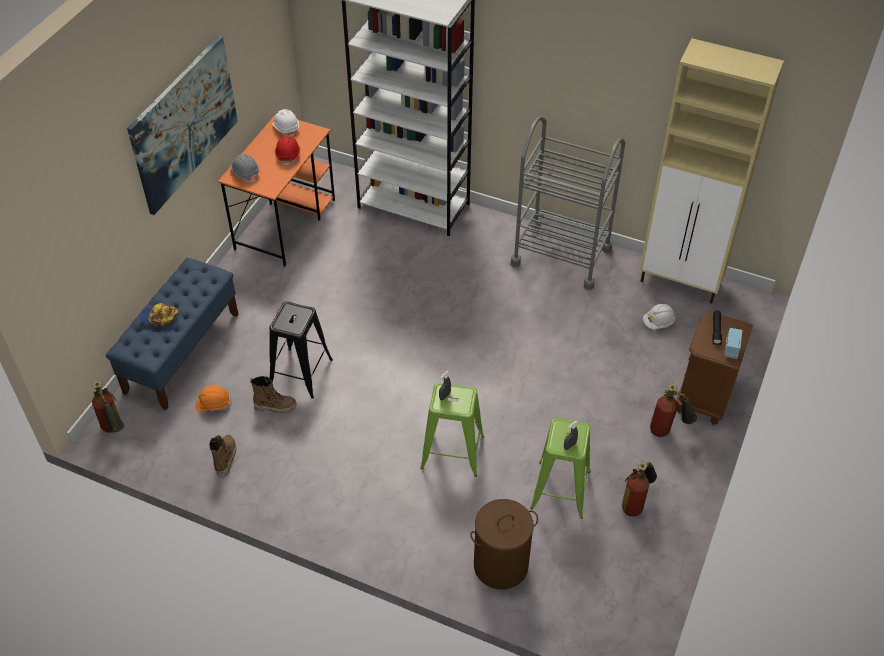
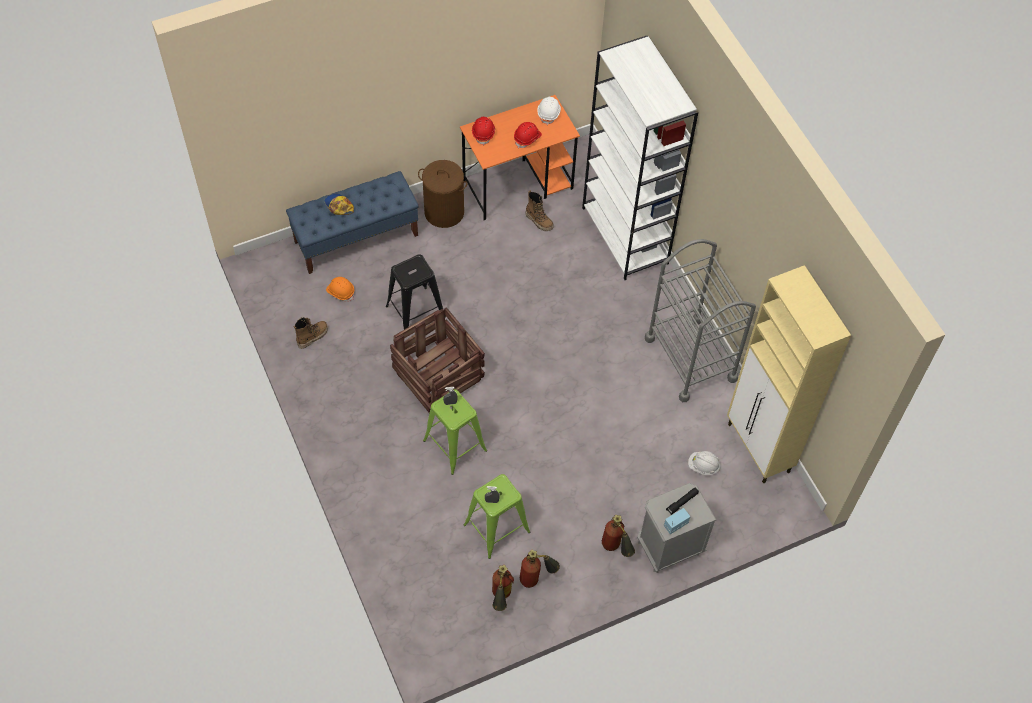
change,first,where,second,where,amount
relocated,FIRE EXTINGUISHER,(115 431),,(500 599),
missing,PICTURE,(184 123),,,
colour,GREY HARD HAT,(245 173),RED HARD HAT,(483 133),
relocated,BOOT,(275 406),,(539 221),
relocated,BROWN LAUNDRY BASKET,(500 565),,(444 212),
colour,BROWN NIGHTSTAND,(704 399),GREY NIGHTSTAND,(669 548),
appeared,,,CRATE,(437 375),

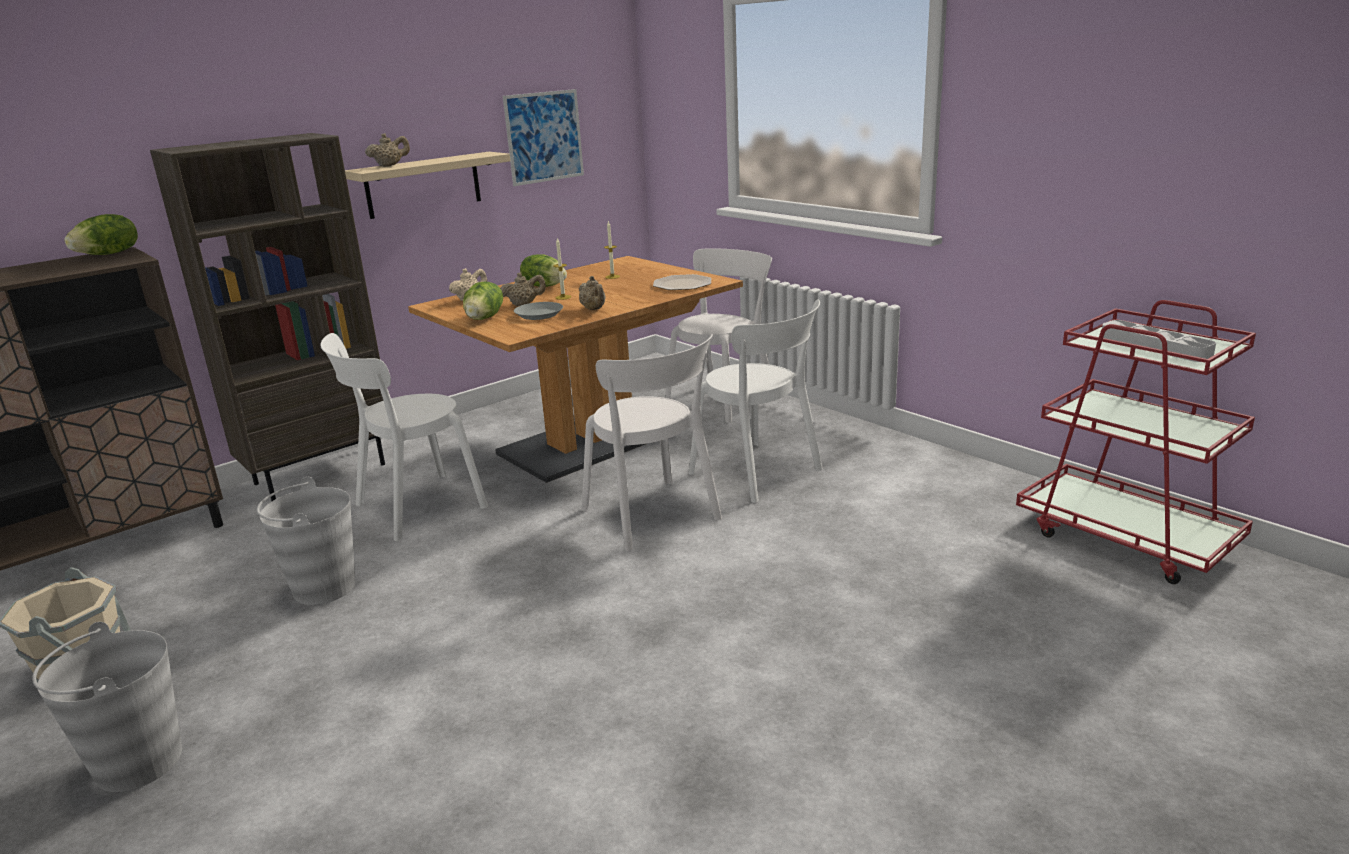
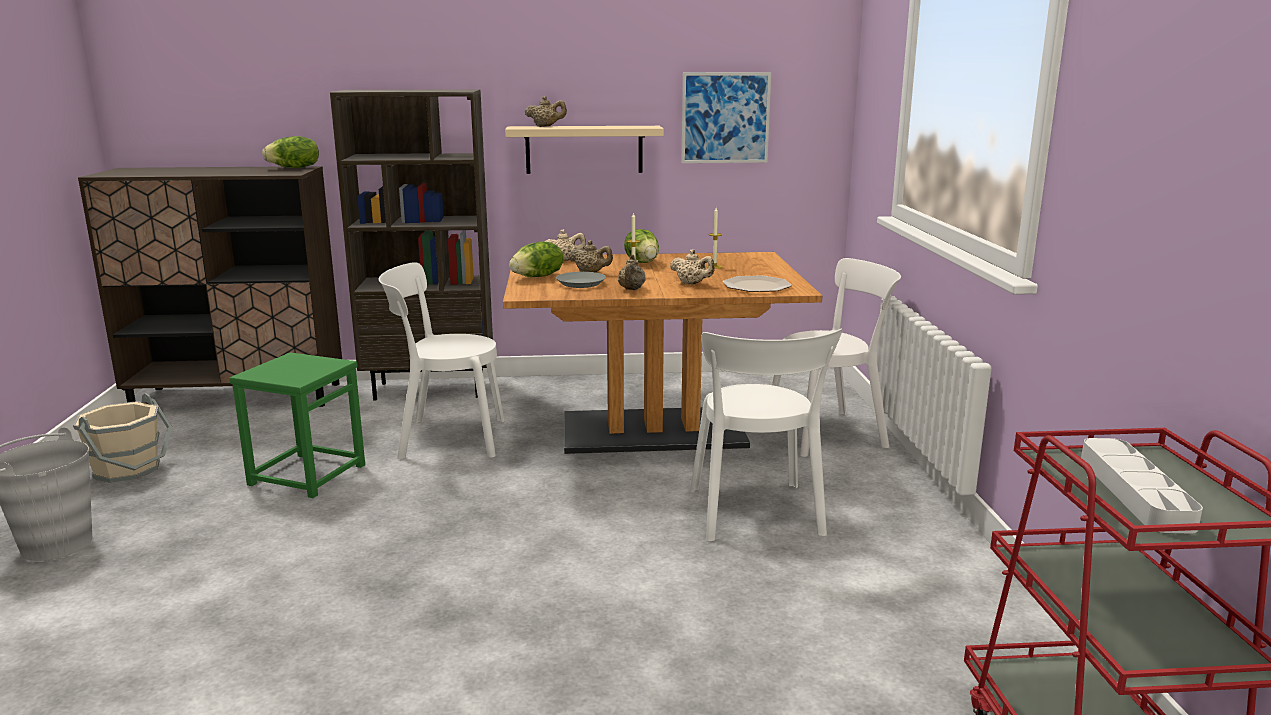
change,first,where,second,where,amount
exchanged,GREY BUCKET,(323 588),GREEN STOOL,(307 474),
missing,WHITE CHAIR,(653 516),,,
appeared,,,BEIGE TEAPOT,(692 284),

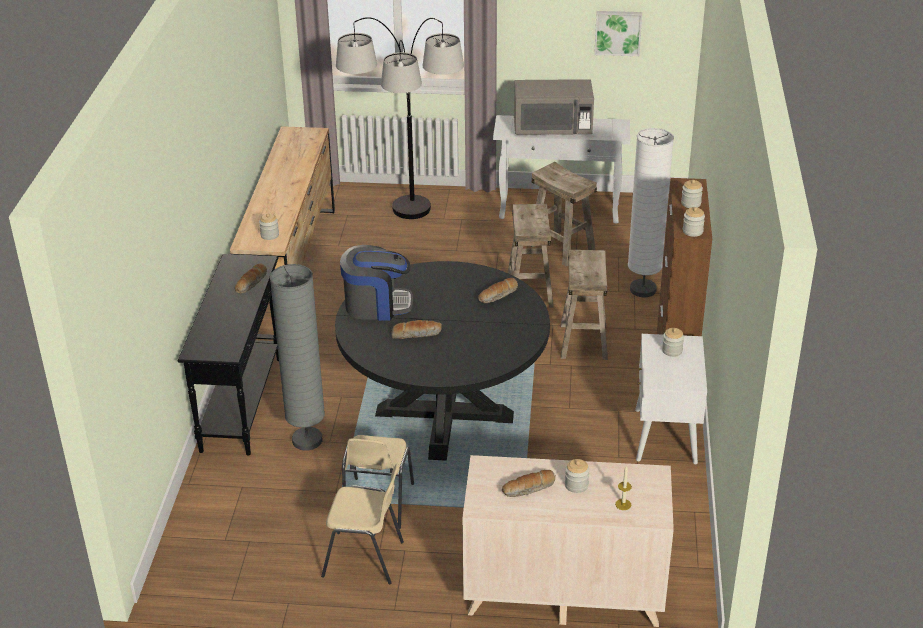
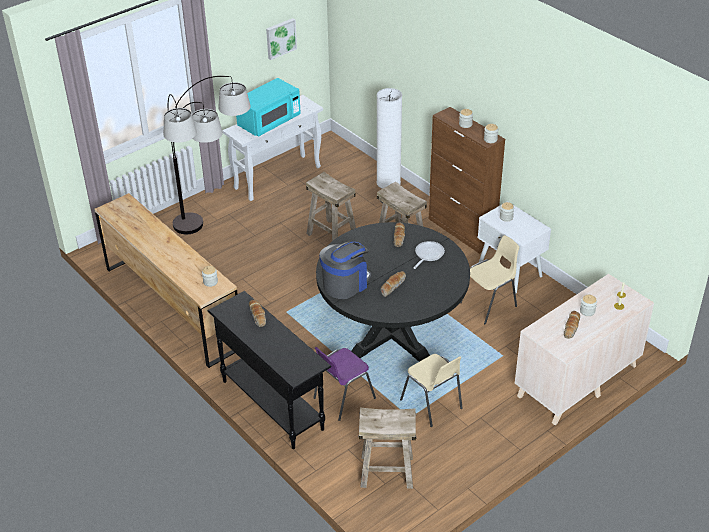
change,first,where,second,where,amount
exchanged,GREY FLOOR LAMP,(307 440),PURPLE CHAIR,(342 398),
relocated,BEIGE CHAIR,(365 559),,(490 304),
colour,GREY MICROWAVE,(552 128),TURQUOISE MICROWAVE,(269 122),
relocated,BEIGE STOOL,(561 247),,(386 472),
appeared,,,FRYING PAN,(428 255),

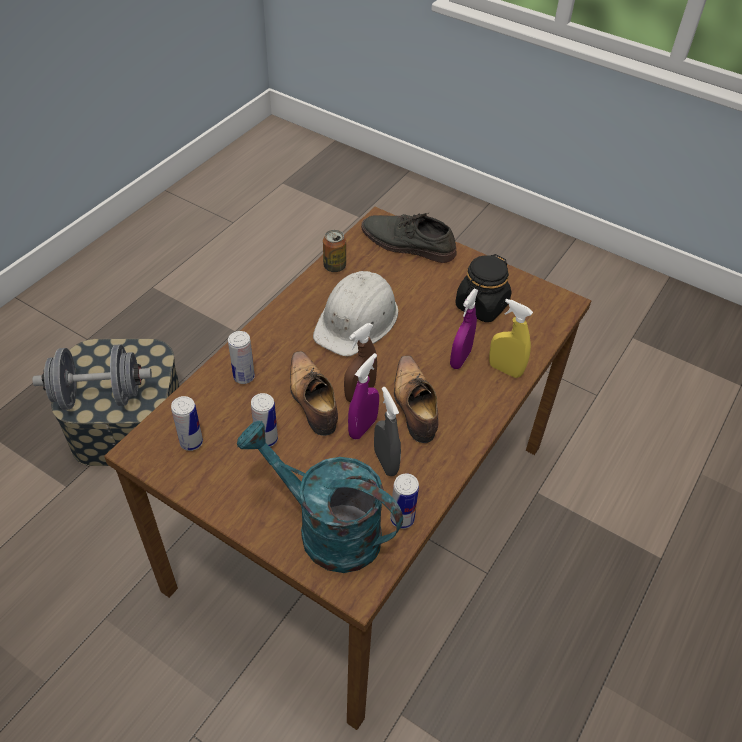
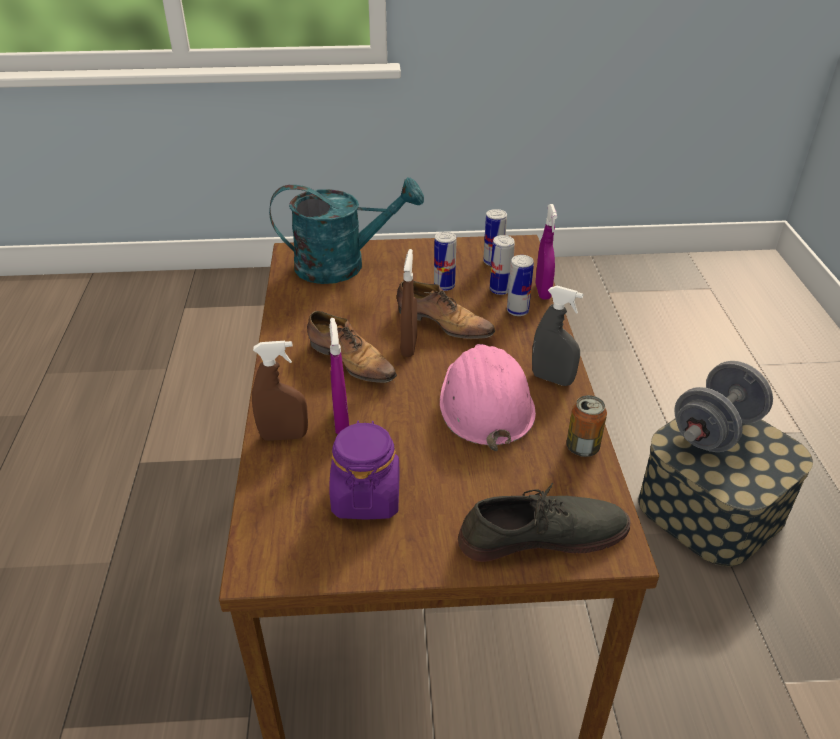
change,first,where,second,where,amount
colour,WHITE HARD HAT,(357 320),PINK HARD HAT,(484 404),
relocated,PURPLE SPRAY BOTTLE,(363 427),,(543 291),
relocated,GREY SPRAY BOTTLE,(385 462),,(552 379),
relocated,CAN,(402 519),,(500 290),
colour,BLACK JAR,(481 306),PURPLE JAR,(366 497),
colour,YELLOW SPRAY BOTTLE,(505 369),BROWN SPRAY BOTTLE,(284 436),

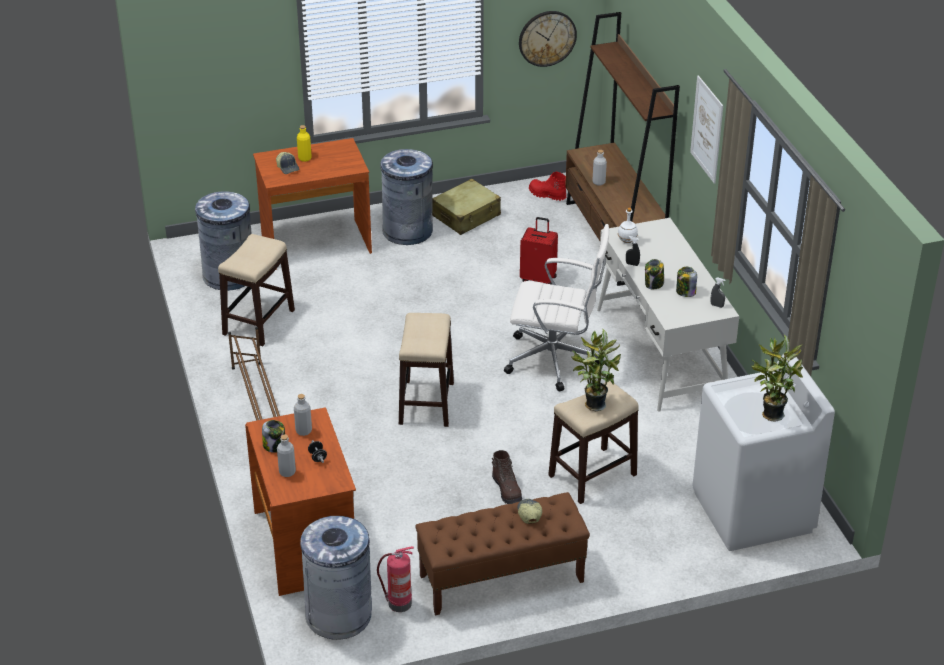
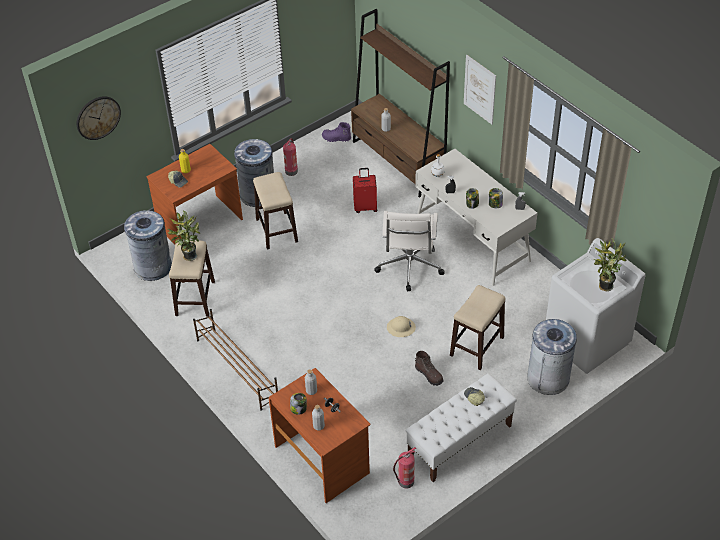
change,first,where,second,where,amount
relocated,GREY TRASH CAN,(339 615),,(548 378),
relocated,STOOL,(426 403),,(276 230),
colour,BROWN BENCH,(501 579),WHITE BENCH,(459 441),
exchanged,BEIGE SUITCASE,(466 216),FIRE EXTINGUISHER,(291 170),
spun,WHITE OFFICE CHAIR,(555 360),,(409 267),105 degrees clockwise
relocated,WALL CLOCK,(547 38),,(98 117),
colour,RED BOOT,(547 195),PURPLE BOOT,(336 138),
relocated,POTTED PLANT,(593 404),,(188 256),
appeared,,,BEIGE HARD HAT,(401 328),

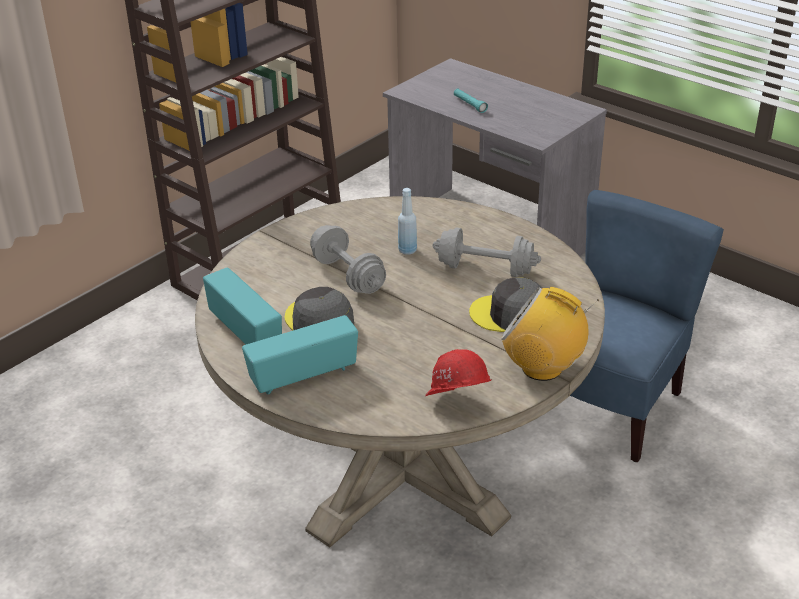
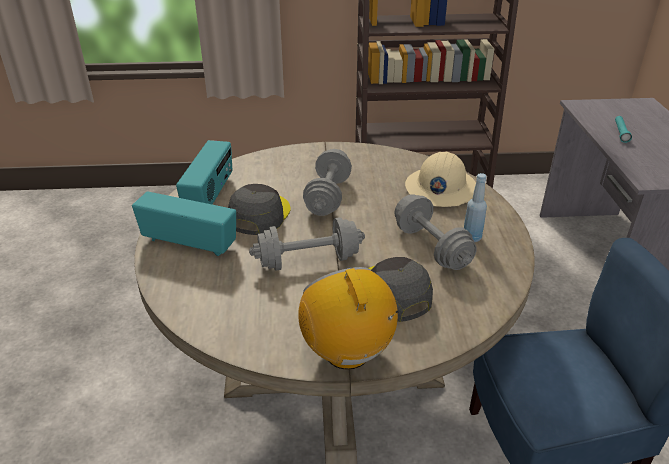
change,first,where,second,where,amount
missing,RED HARD HAT,(456 405),,,
relocated,BLUE BOTTLE,(407 250),,(471 238),
appeared,,,GREY DUMBBELL,(308 260),
appeared,,,BEIGE HARD HAT,(440 188),

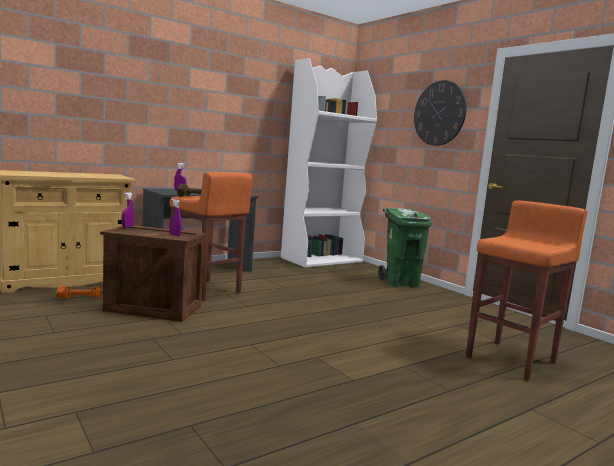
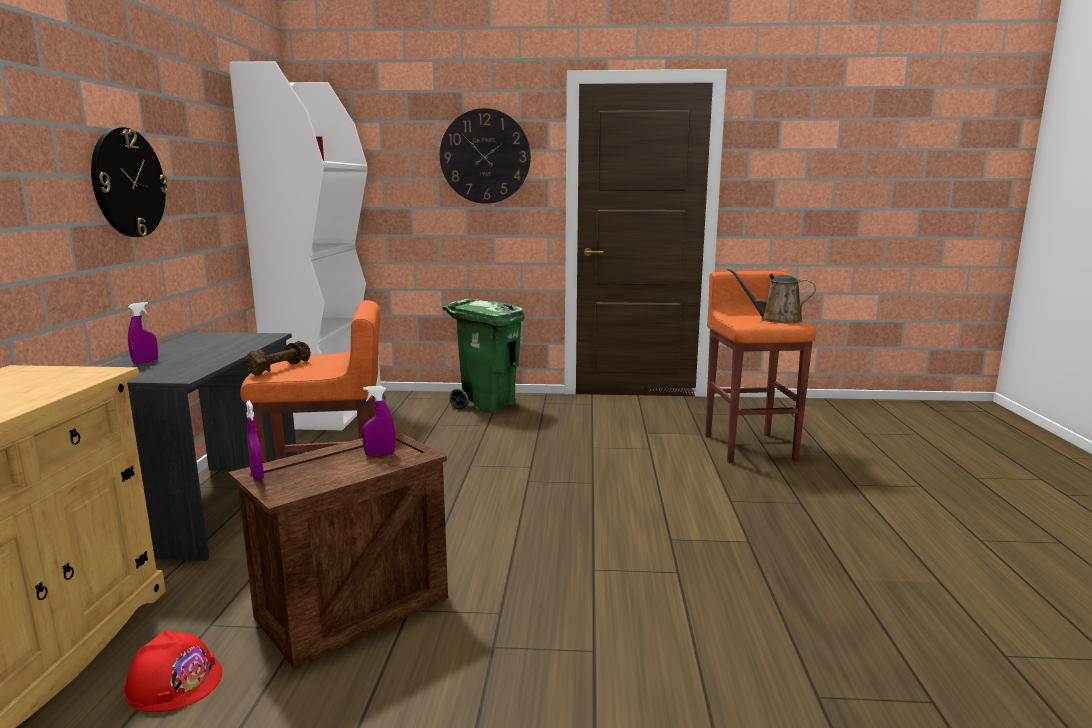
change,first,where,second,where,amount
exchanged,ORANGE DUMBBELL,(79 298),RED HARD HAT,(174 682),
appeared,,,WALL CLOCK,(128 183),
appeared,,,BROWN WATERING CAN,(776 320),

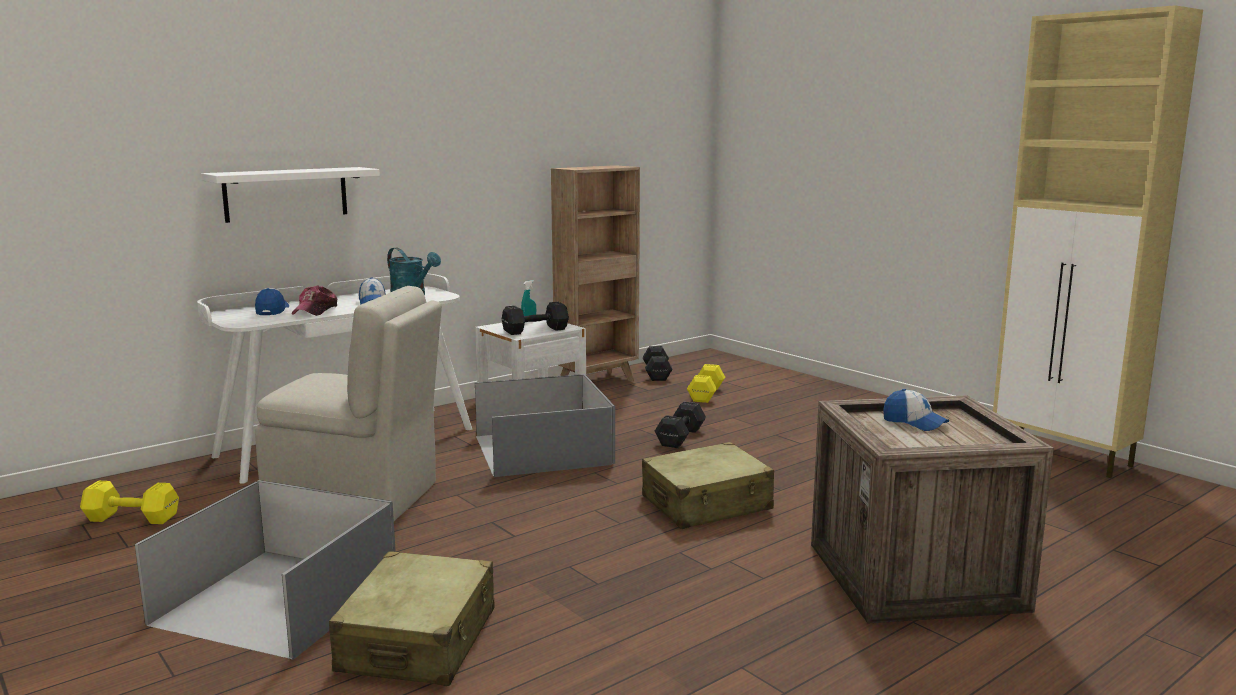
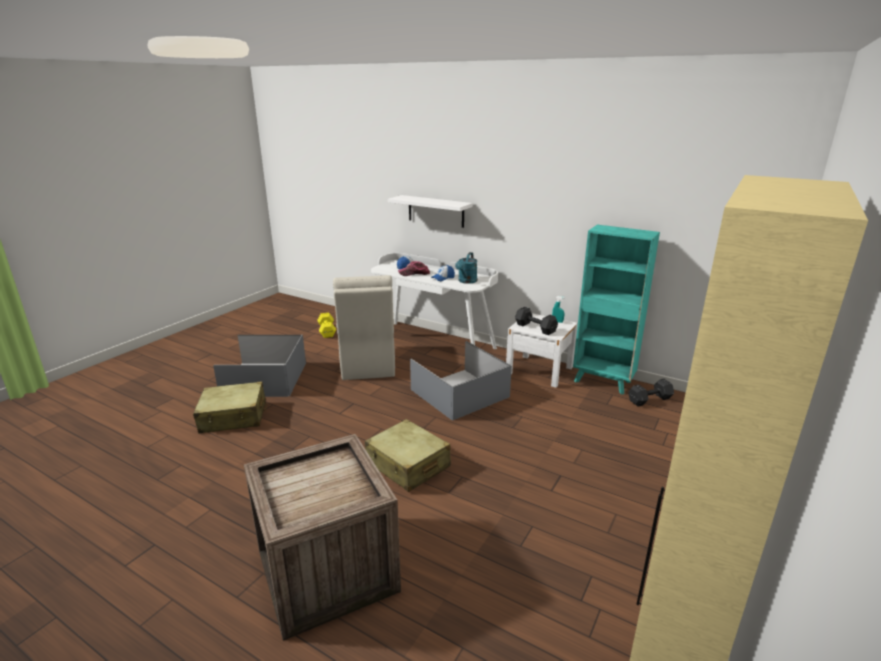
change,first,where,second,where,amount
colour,BROWN BOOKCASE,(597 381),TURQUOISE BOOKCASE,(603 382),
missing,BLACK DUMBBELL,(681 437),,,
missing,YELLOW DUMBBELL,(707 394),,,
missing,CAP,(914 423),,,

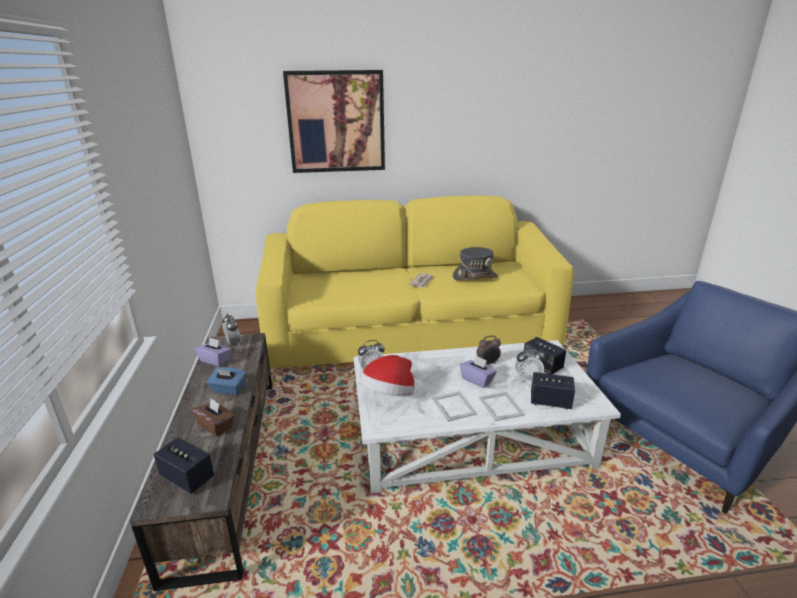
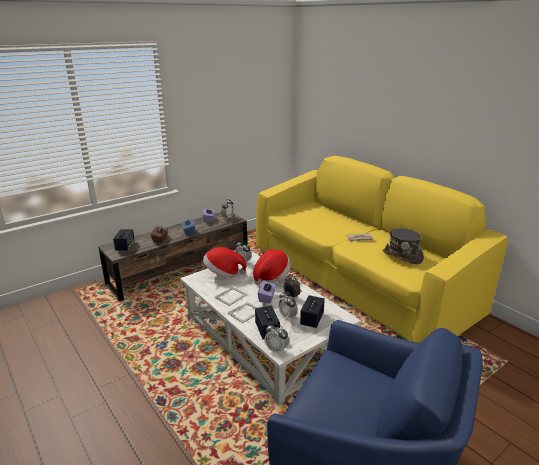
change,first,where,second,where,amount
missing,PICTURE,(336 122),,,
appeared,,,HAT,(271 277),
appeared,,,ALARM CLOCK,(276 350),

